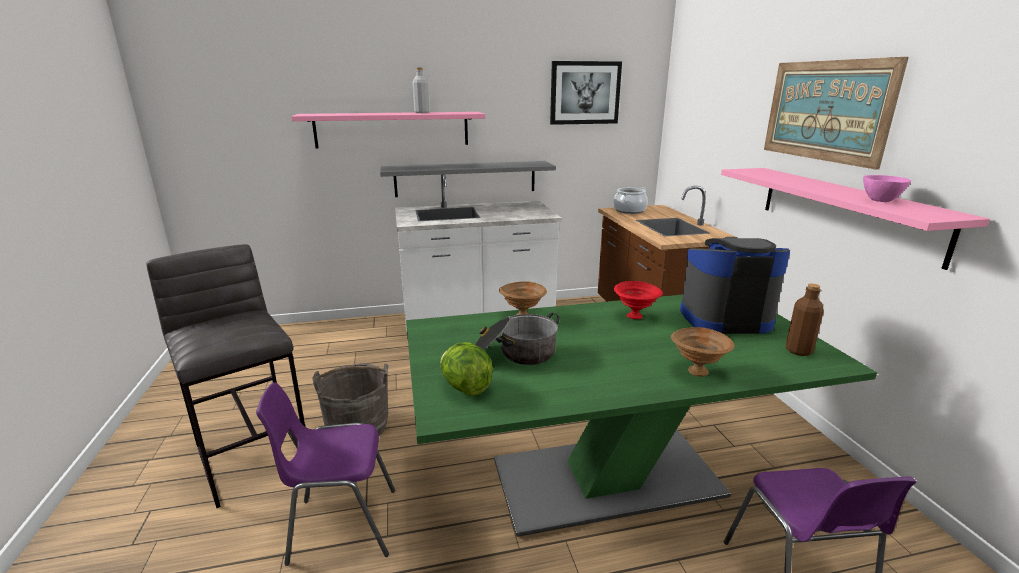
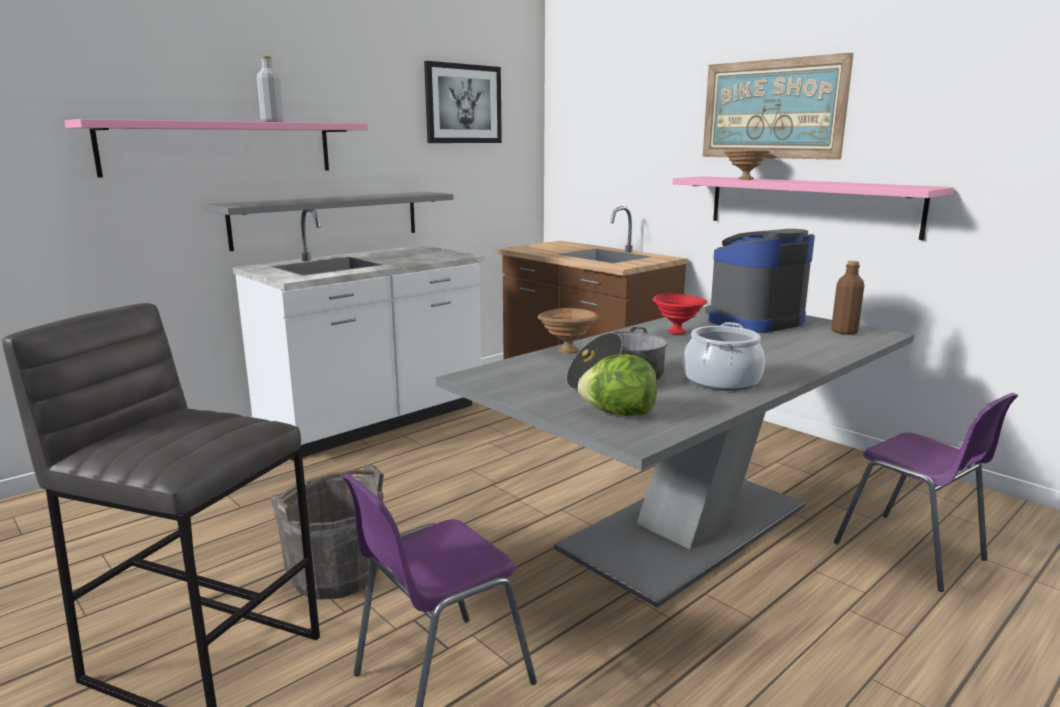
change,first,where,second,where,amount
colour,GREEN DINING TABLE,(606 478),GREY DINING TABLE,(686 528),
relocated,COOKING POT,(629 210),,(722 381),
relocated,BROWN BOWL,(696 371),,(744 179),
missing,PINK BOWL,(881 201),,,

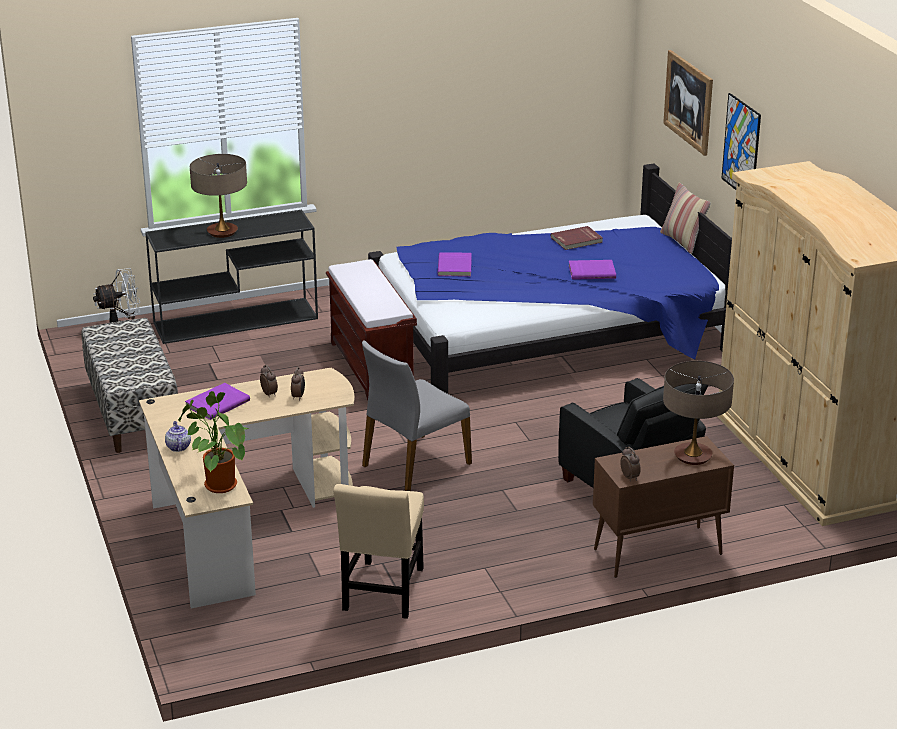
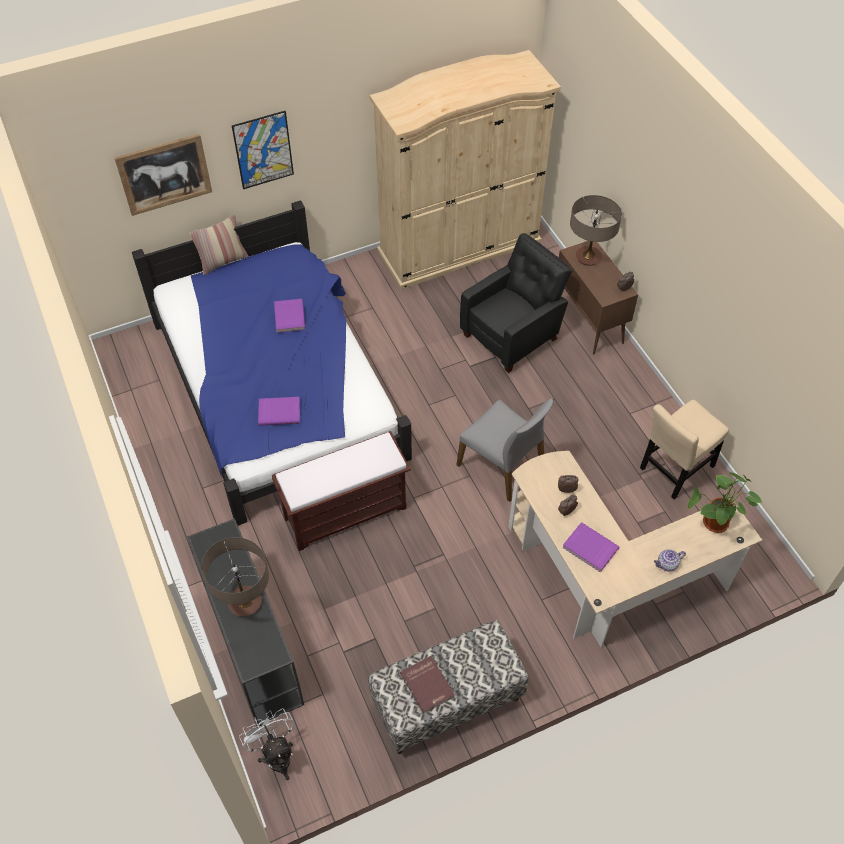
change,first,where,second,where,amount
spun,BEIGE CHAIR,(383 592),,(674 470),135 degrees clockwise
relocated,RED BOOK,(577 240),,(428 684),

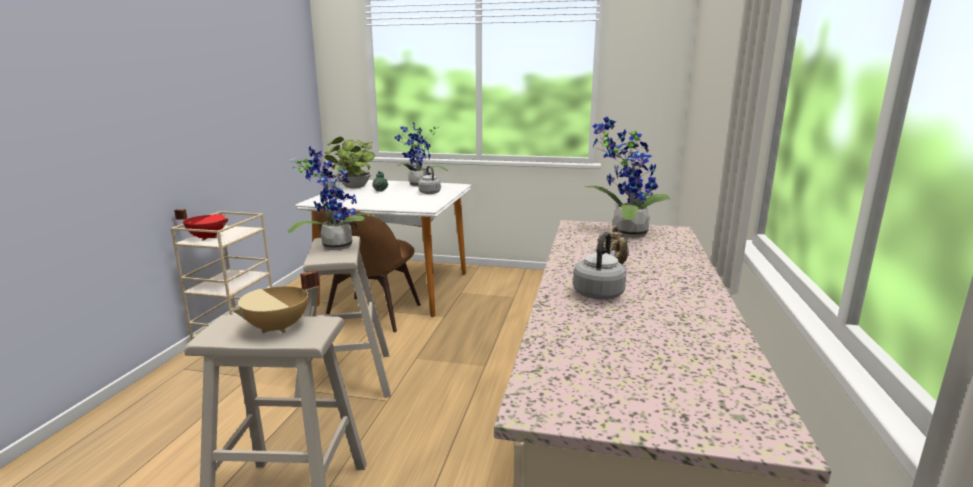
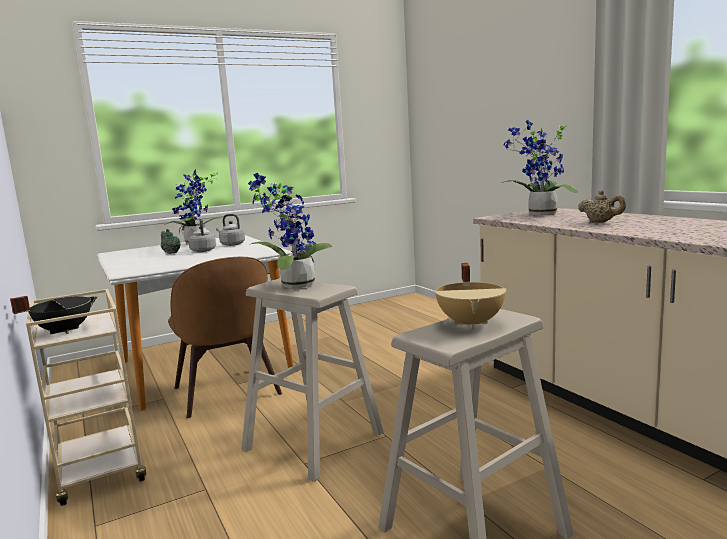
change,first,where,second,where,amount
colour,RED COOKING POT,(207 237),BLACK COOKING POT,(64 331),
missing,POTTED PLANT,(353 187),,,
relocated,GREY KETTLE,(599 293),,(203 250),

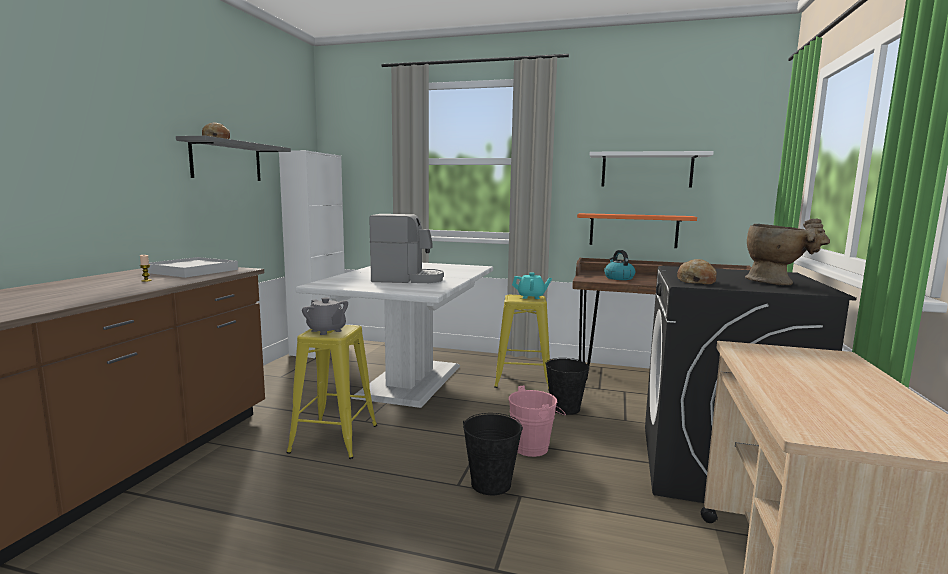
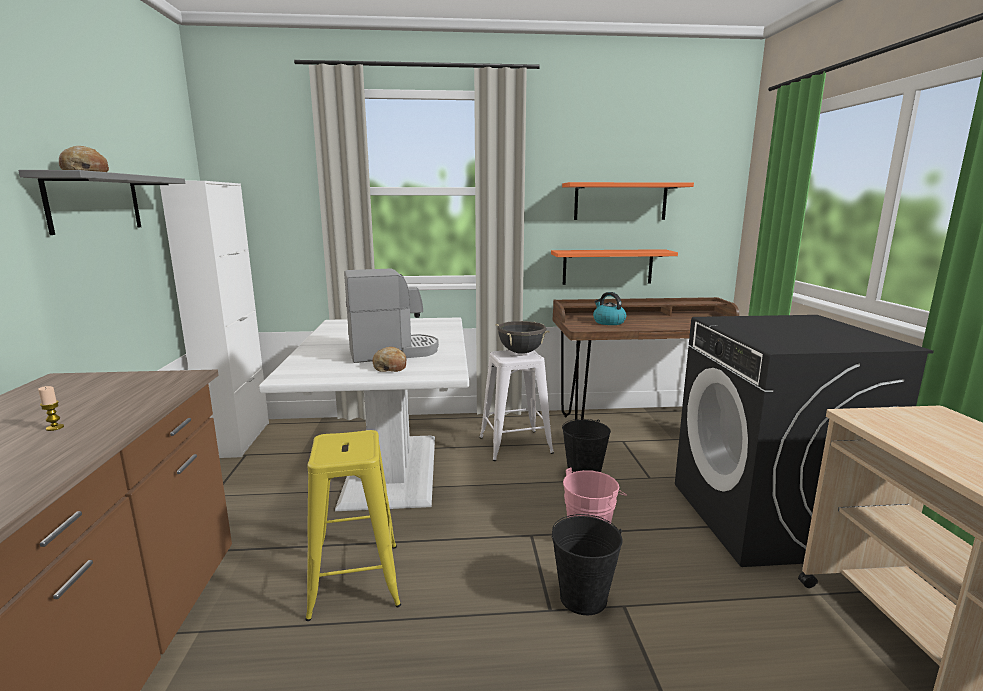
change,first,where,second,where,amount
missing,WHITE TRAY,(192 271),,,
missing,GREY TEAPOT,(326 331),,,
colour,YELLOW STOOL,(522 380),WHITE STOOL,(515 445),
exchanged,TURQUOISE TEAPOT,(531 297),BLACK COOKING POT,(521 352),
colour,WHITE SHELF,(646 170),ORANGE SHELF,(620 201),
relocated,BREAD,(696 281),,(390 367),
missing,BEIGE VASE,(778 283),,,

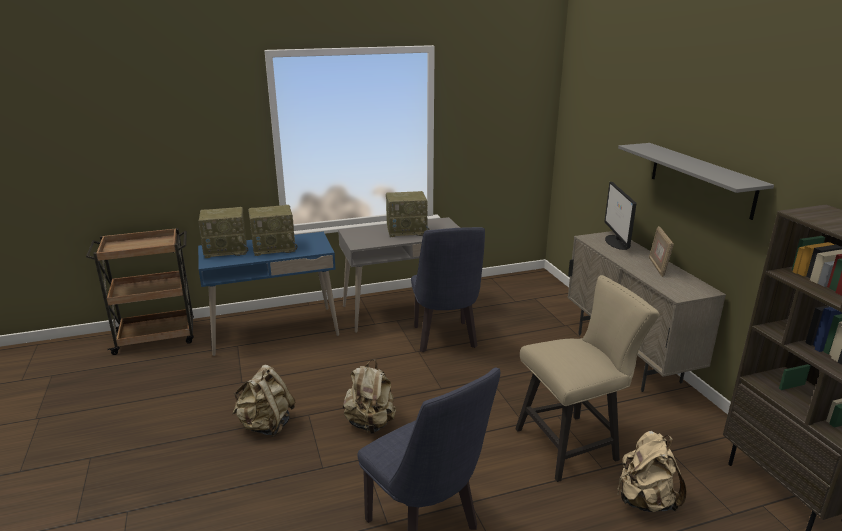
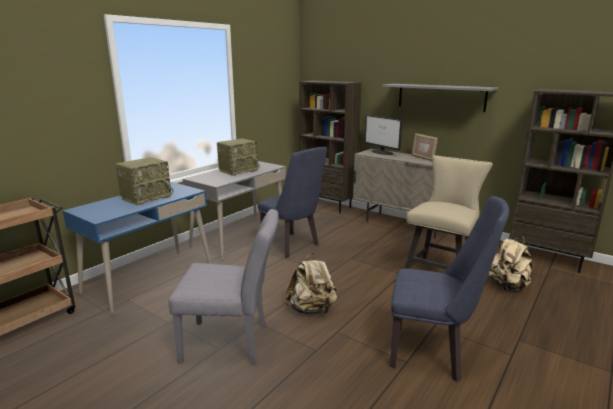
change,first,where,second,where,amount
missing,RADIO,(227 250),,,
exchanged,BEIGE BACKPACK,(266 425),GREY CHAIR,(232 343),
appeared,,,BROWN BOOKCASE,(328 206),

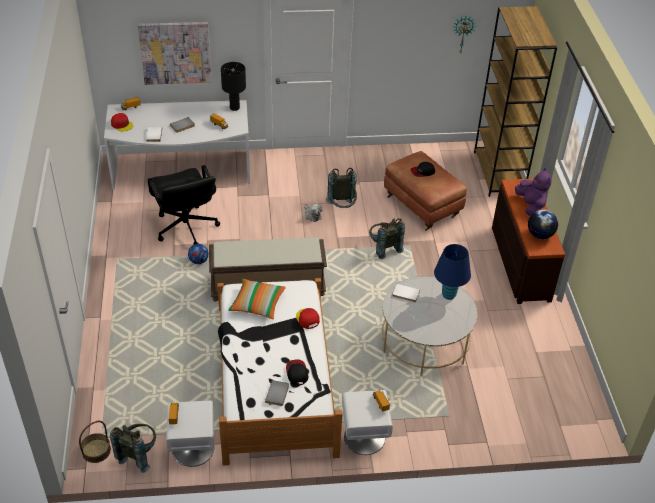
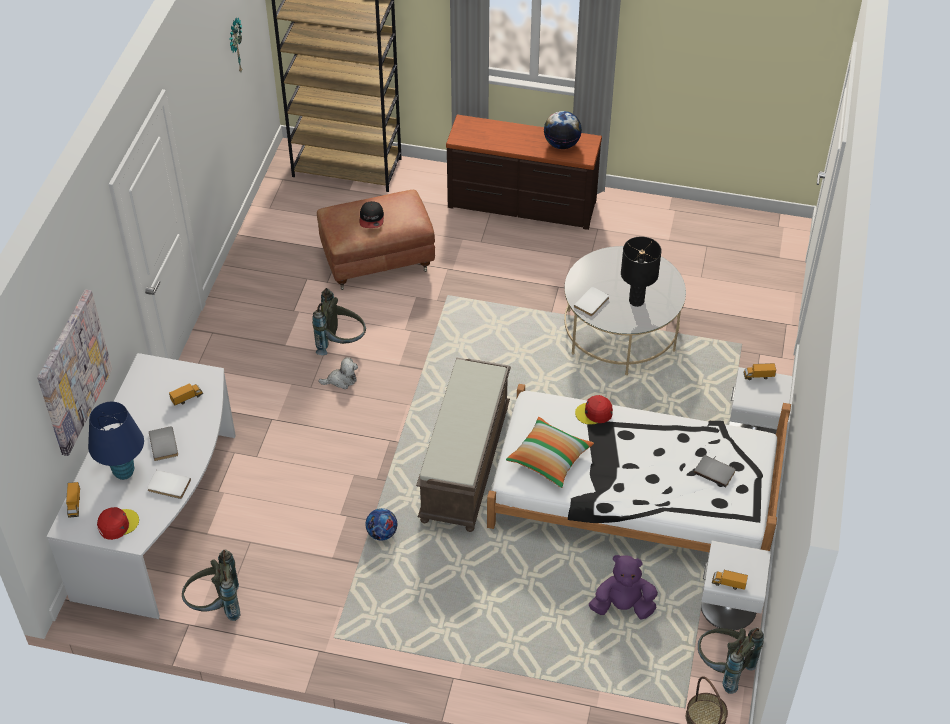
change,first,where,second,where,amount
missing,BLACK OFFICE CHAIR,(186 228),,,
relocated,BLACK TABLE LAMP,(235 108),,(636 301),
missing,CAP,(296 373),,,
relocated,GREY BACKPACK,(383 248),,(215 606),
relocated,BLUE TABLE LAMP,(448 295),,(123 472),
relocated,PURPLE PLUSH TOY,(530 206),,(623 606),

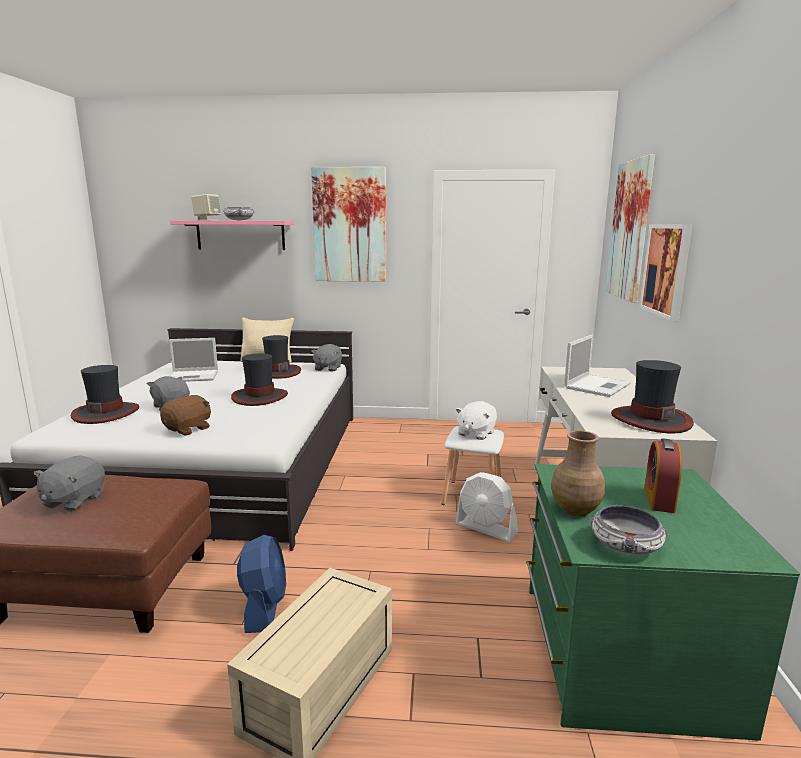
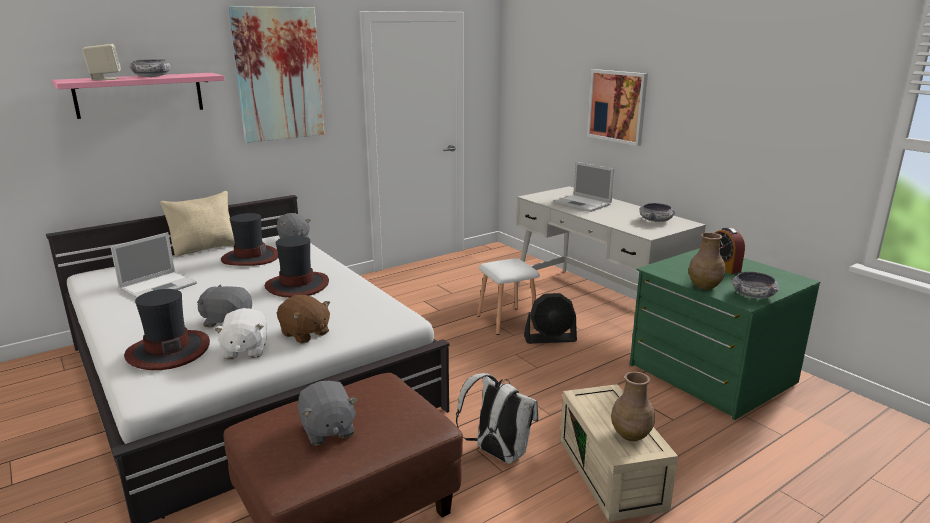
change,first,where,second,where,amount
spun,BROWN PLUSH TOY,(188 429),,(305 334),135 degrees clockwise
exchanged,BLUE FAN,(264 607),WHITE BACKPACK,(497 454),
colour,WHITE FAN,(486 528),BLACK FAN,(550 339),
relocated,WHITE PLUSH TOY,(475 433),,(245 350),
spun,LAPTOP,(597 386),,(583 204),135 degrees clockwise
missing,PICTURE,(630 230),,,
exchanged,HAT,(650 419),BOWL,(655 220),
appeared,,,BROWN VASE,(631 435),

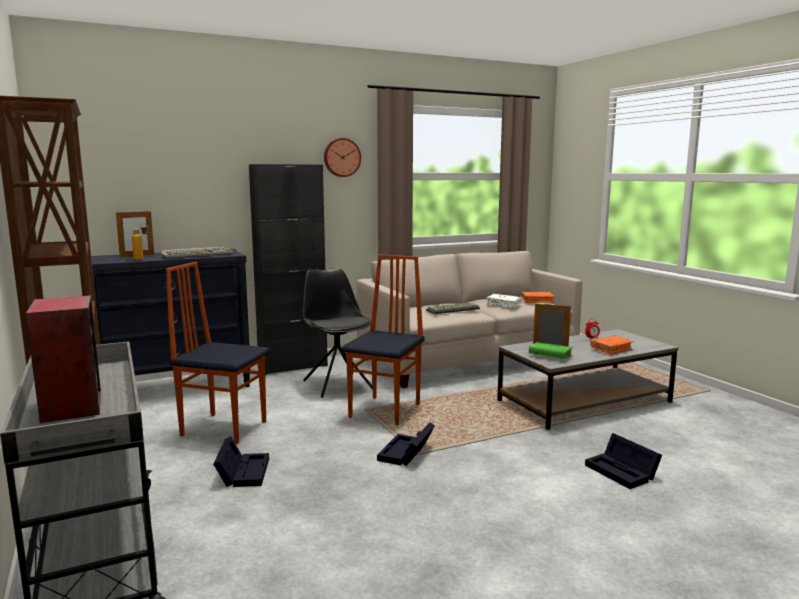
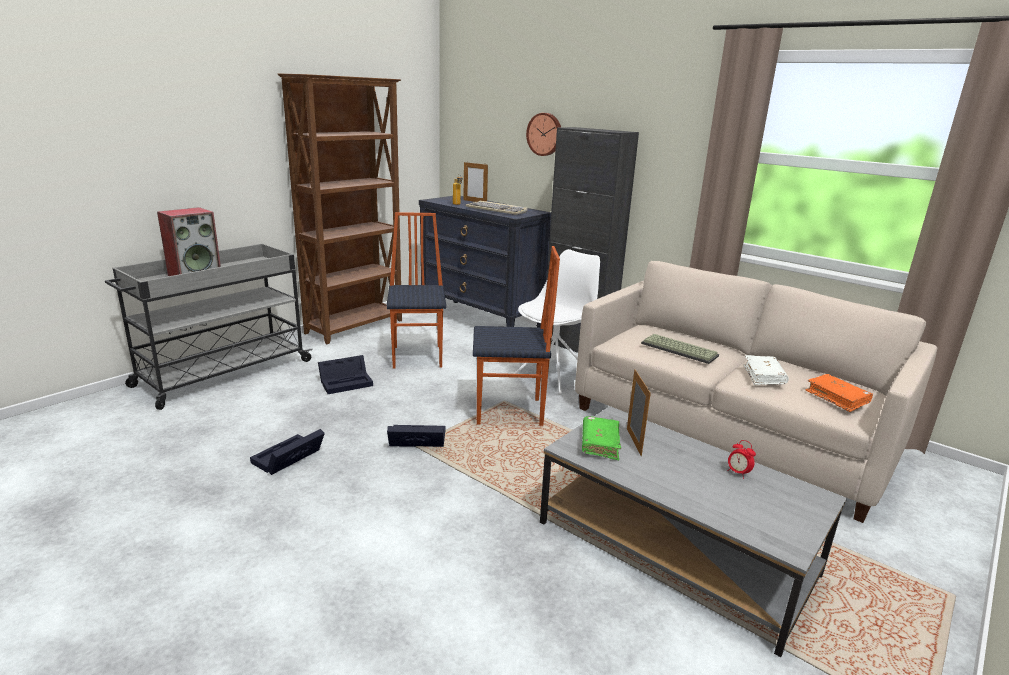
change,first,where,second,where,amount
colour,BLACK CHAIR,(337 384),WHITE CHAIR,(554 375),
relocated,WALL CLOCK,(341 157),,(545 134),
relocated,BLACK STORAGE BOX,(623 472),,(287 459),
missing,ORANGE BOOK,(611 350),,,

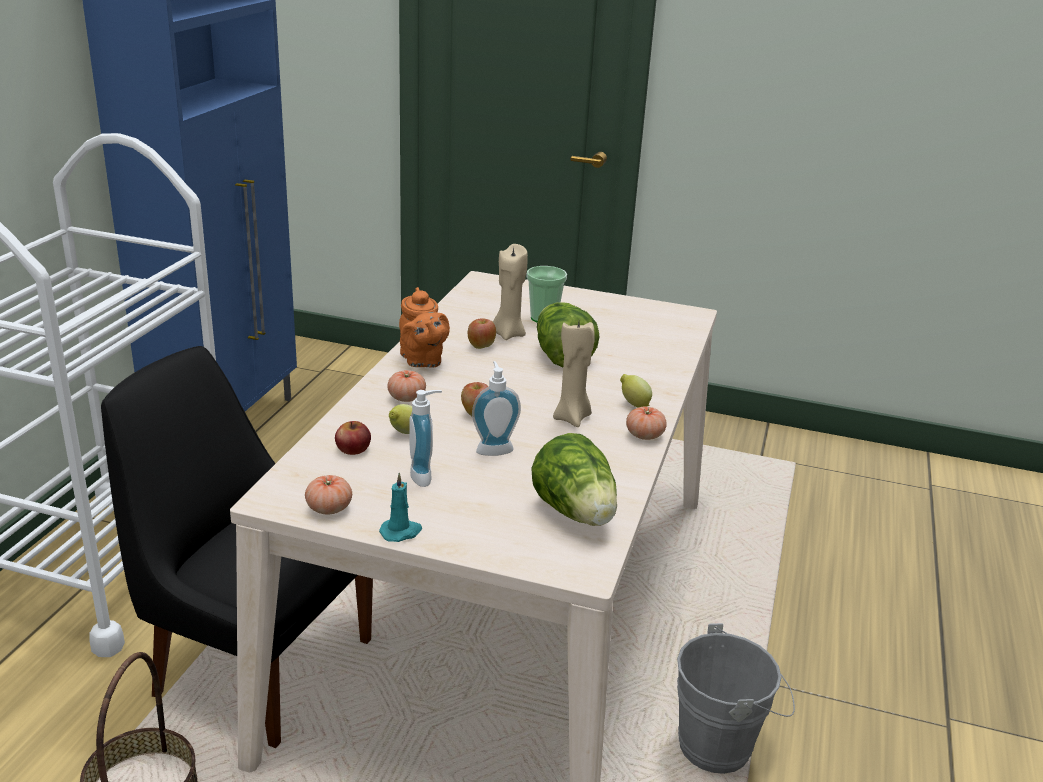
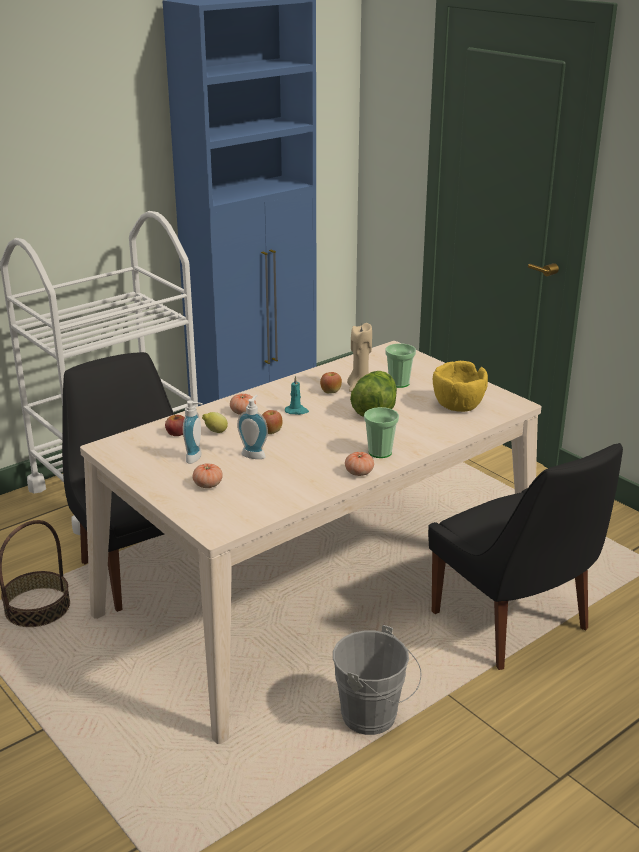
change,first,where,second,where,amount
relocated,TOMATO,(329 508),,(208 485),
relocated,TURQUOISE CANDLE,(401 532),,(296 411),
missing,ORANGE TEAPOT,(422 361),,,
missing,LETTUCE,(576 513),,,
missing,BEIGE CANDLE,(572 418),,,
exchanged,LEMON,(633 404),CUP,(380 452),
appeared,,,BLACK CHAIR,(513 624),
appeared,,,YELLOW BOWL,(458 405),

